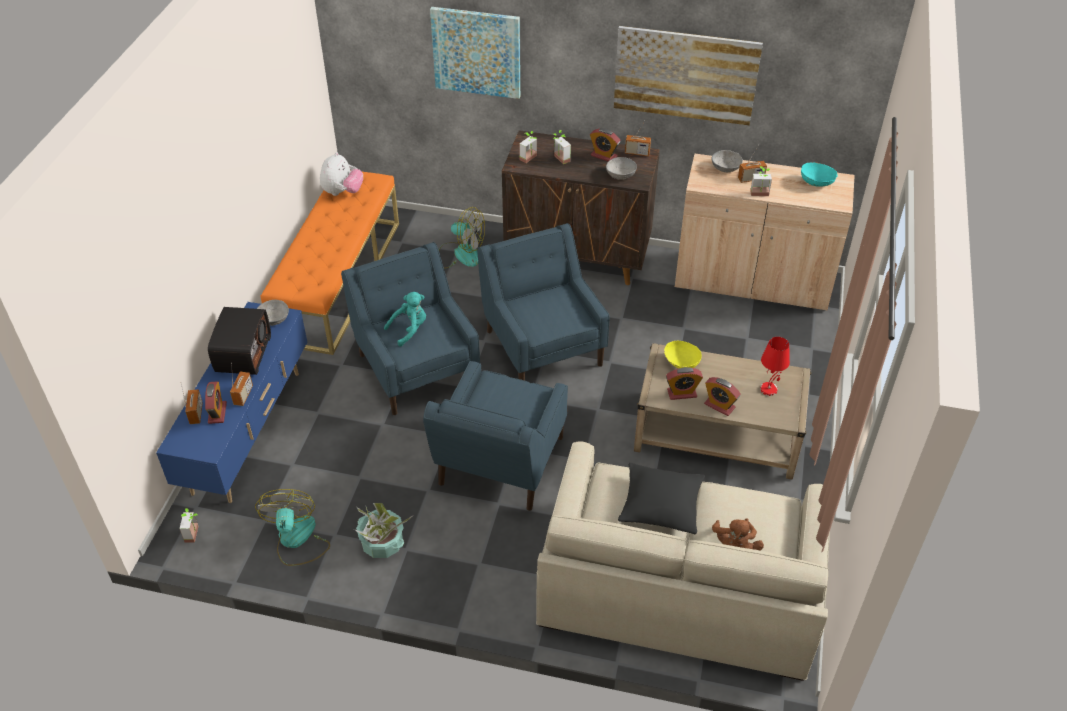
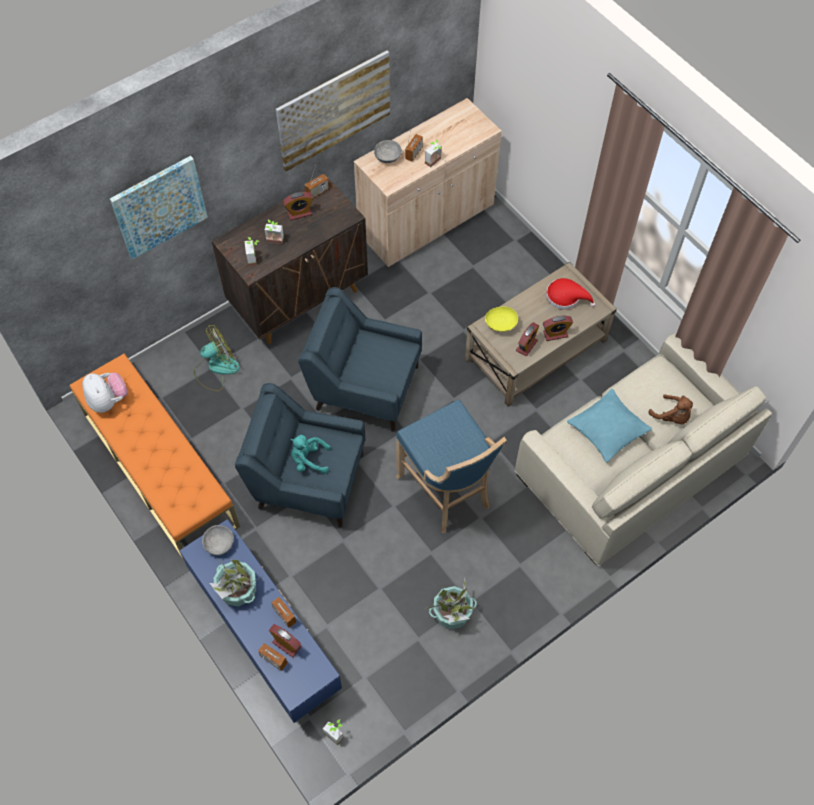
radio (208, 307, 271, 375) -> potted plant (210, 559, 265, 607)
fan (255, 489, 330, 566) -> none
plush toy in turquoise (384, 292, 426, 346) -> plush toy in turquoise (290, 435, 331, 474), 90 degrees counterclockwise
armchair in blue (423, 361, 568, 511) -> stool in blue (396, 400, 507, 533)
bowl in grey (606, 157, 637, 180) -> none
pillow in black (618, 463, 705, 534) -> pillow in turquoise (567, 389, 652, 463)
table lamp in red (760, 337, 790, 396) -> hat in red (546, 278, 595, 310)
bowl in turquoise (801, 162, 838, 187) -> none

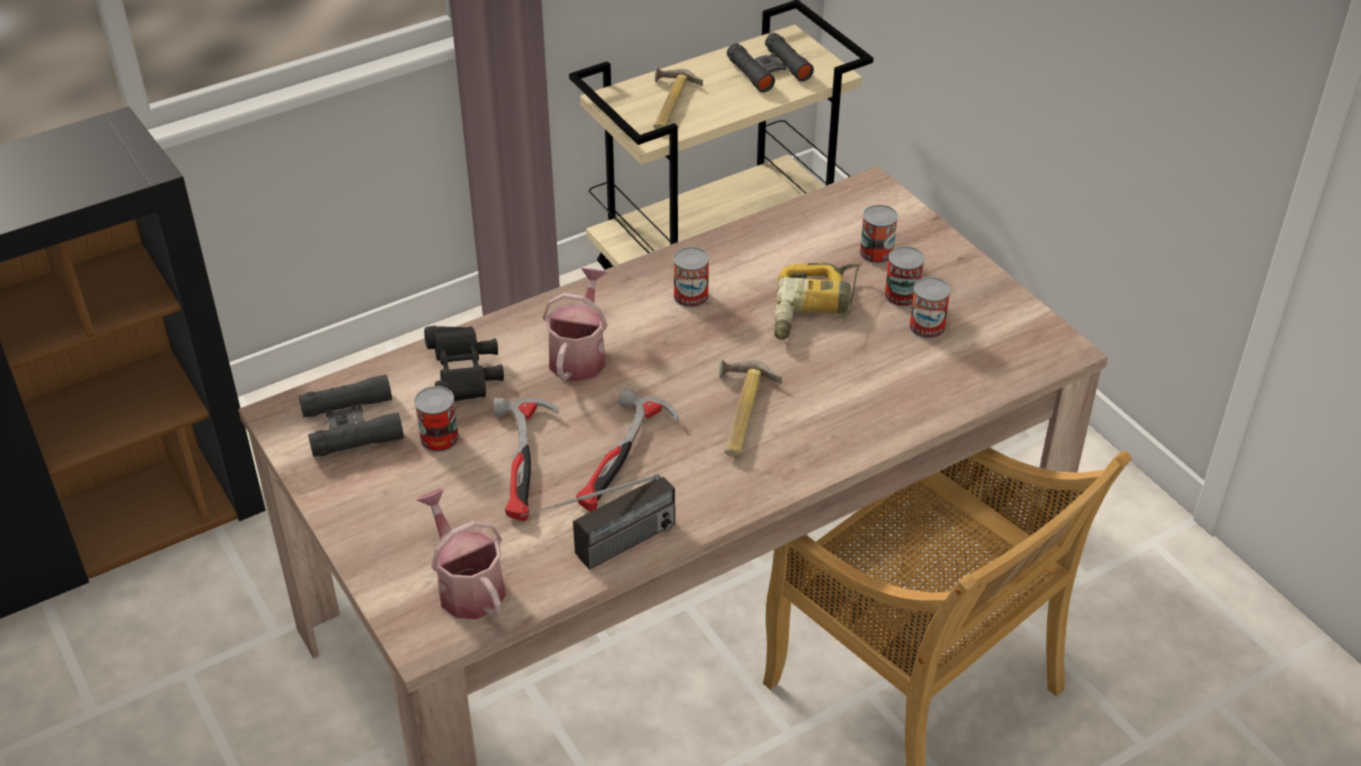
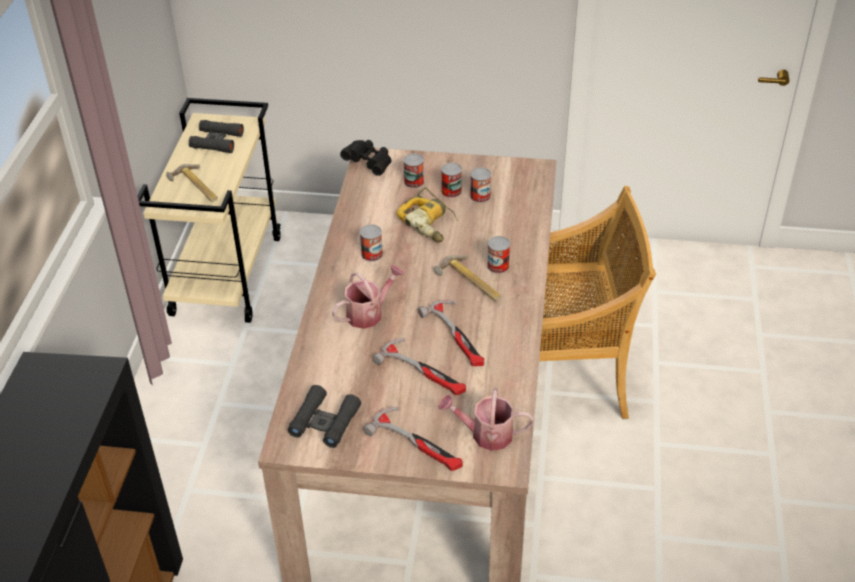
can (414, 386, 459, 452) -> can (487, 236, 510, 274), move
binoculars in black (424, 326, 504, 401) -> binoculars in black (340, 140, 392, 176), move
radio (521, 474, 676, 570) -> none
watering can (543, 268, 608, 382) -> watering can (332, 265, 405, 329), 90 degrees clockwise
none -> hammer (363, 406, 463, 471)

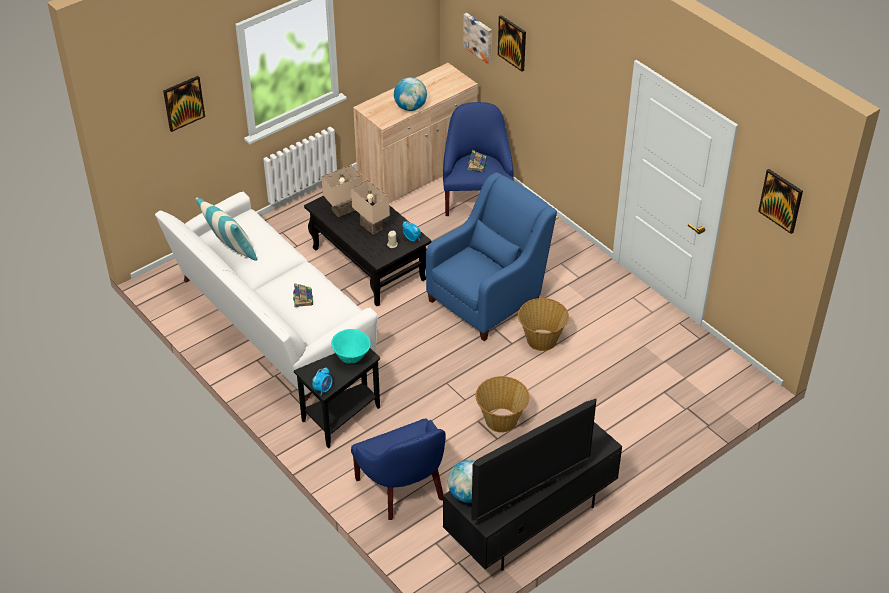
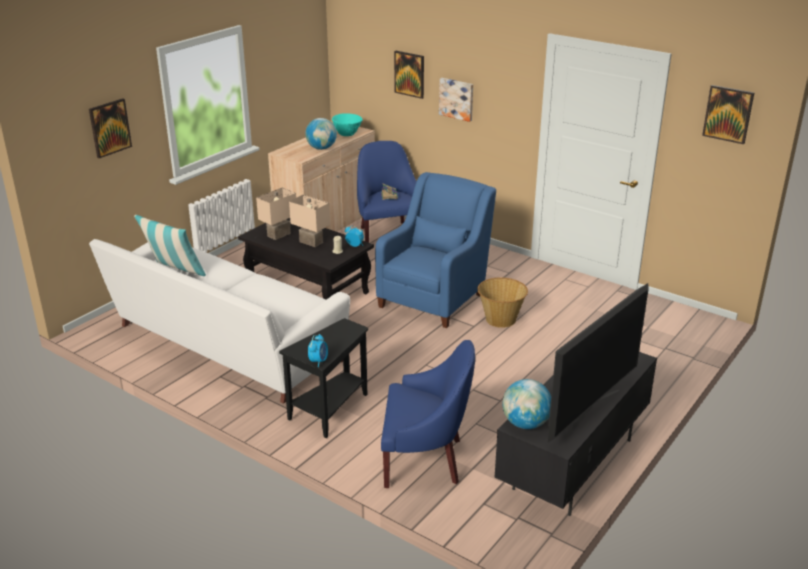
book (293, 283, 313, 307) -> none
bowl in turquoise (331, 329, 371, 364) -> bowl in turquoise (332, 113, 363, 136), move
armchair in blue (351, 419, 446, 520) -> armchair in blue (381, 340, 475, 488), 45 degrees counterclockwise
picture (463, 13, 492, 64) -> picture (439, 78, 473, 122), move
basket (476, 376, 529, 433) -> none

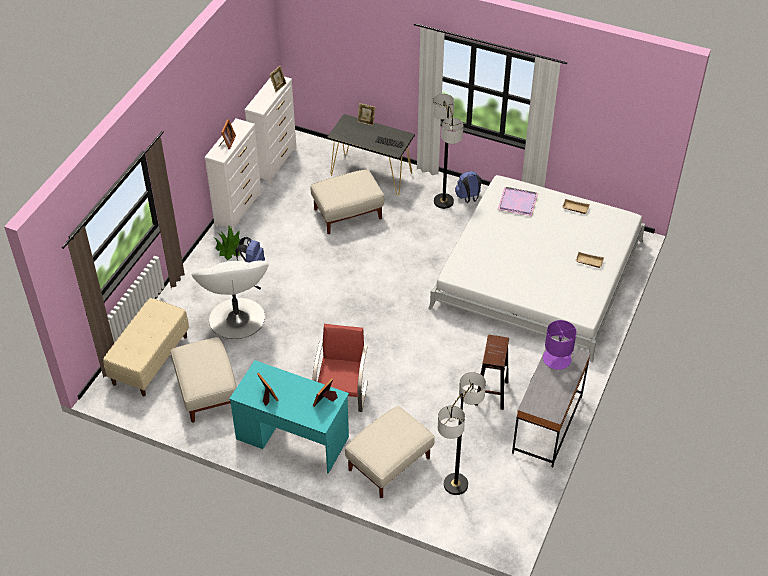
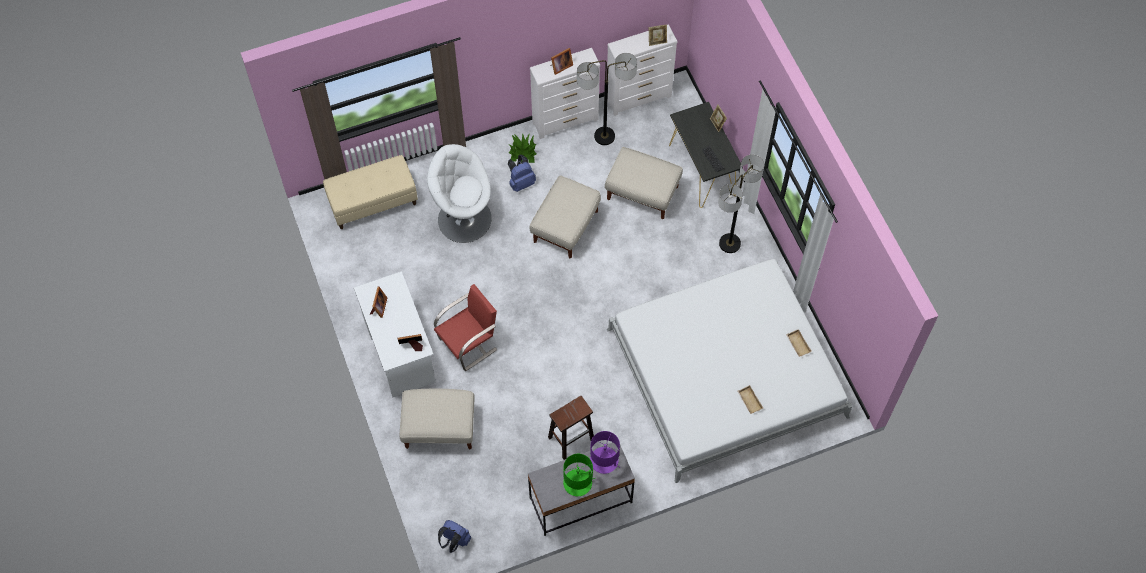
ottoman in beige (171, 337, 237, 423) -> ottoman in beige (530, 175, 601, 258), move
armchair in white (192, 261, 269, 339) -> armchair in white (427, 144, 492, 243), 75 degrees clockwise
desk in turquoise (229, 360, 349, 474) -> desk in white (354, 271, 436, 398)
floor lamp (438, 372, 486, 495) -> floor lamp (577, 53, 637, 145), move
backpack in blue (455, 171, 481, 203) -> backpack in blue (438, 520, 471, 553), move
tray in purple (497, 187, 538, 216) -> none
none -> table lamp in green (563, 454, 595, 496)

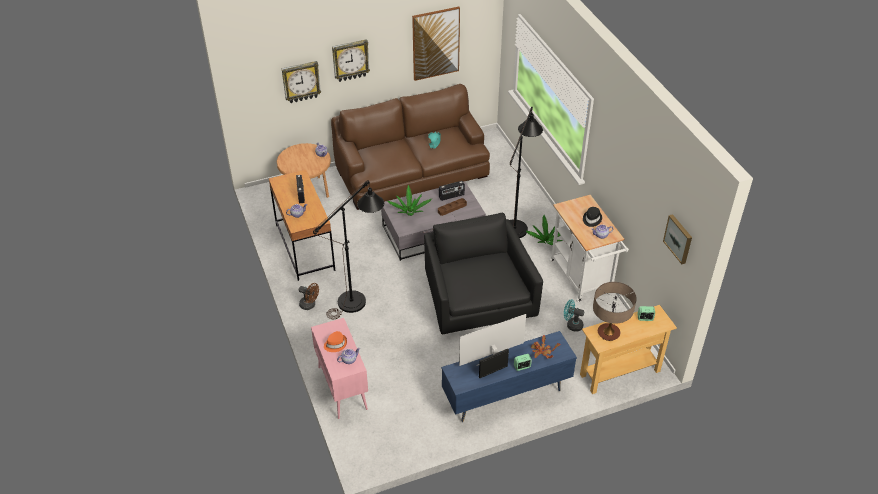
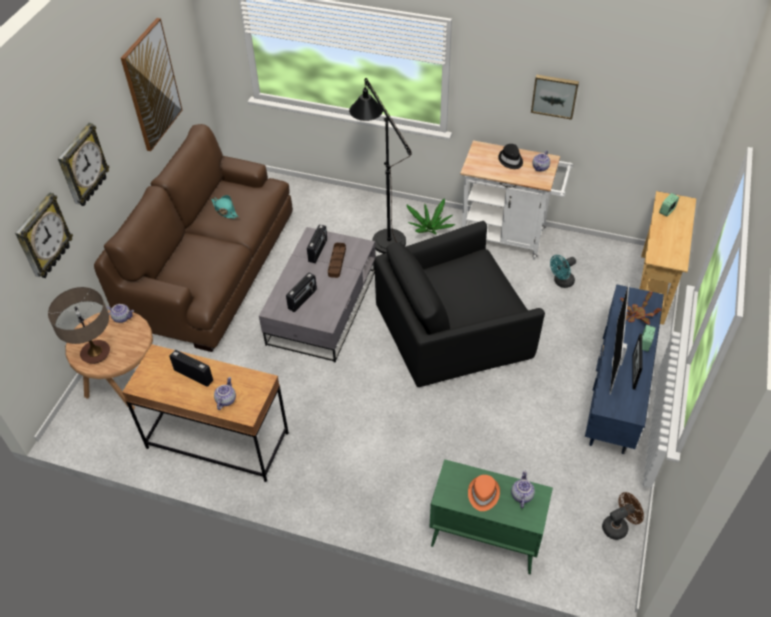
fan in brown (299, 283, 319, 310) -> fan in brown (602, 492, 644, 540), move
cabinet in pink (311, 318, 368, 419) -> cabinet in green (429, 459, 553, 574)
floor lamp in black (313, 180, 384, 319) -> none
potted plant (387, 185, 432, 216) -> radio (286, 273, 317, 312)
armchair in black (424, 213, 543, 335) -> armchair in black (374, 221, 545, 387), 45 degrees counterclockwise
table lamp (593, 282, 637, 341) -> table lamp (48, 287, 110, 364), move
picture (663, 214, 692, 264) -> picture (531, 75, 579, 120), move

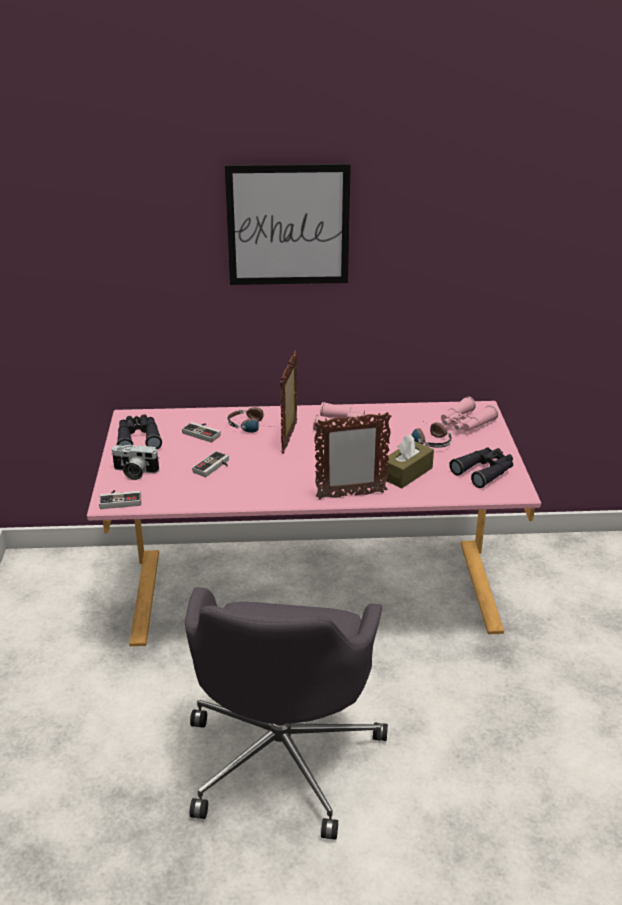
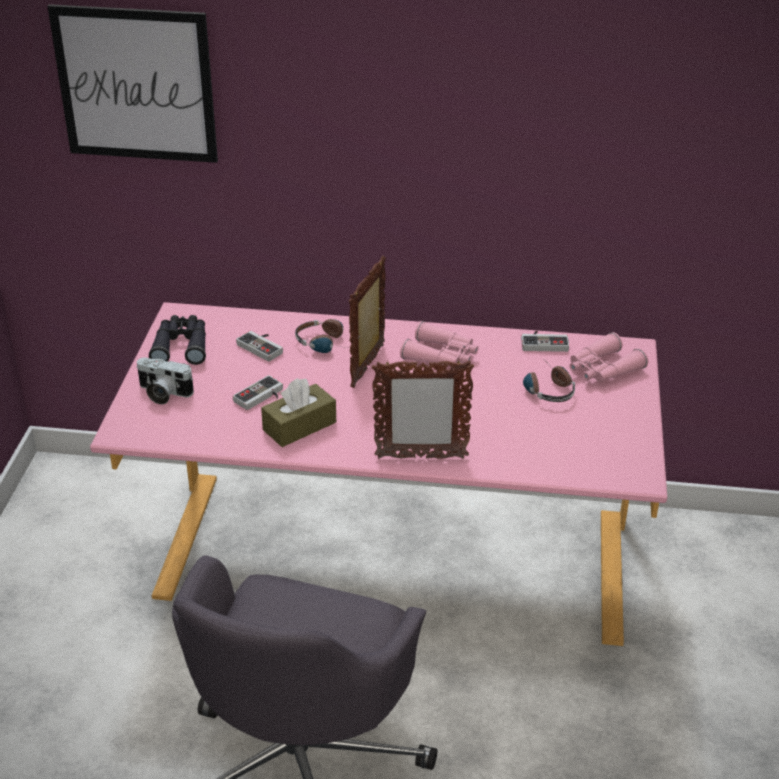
game controller (99, 490, 141, 509) -> game controller (521, 331, 569, 352), move
picture (225, 164, 351, 285) -> picture (47, 4, 218, 163), move
tissue box in brown (381, 435, 434, 488) -> tissue box in brown (261, 378, 336, 447), move
binoculars in black (449, 447, 513, 488) -> none

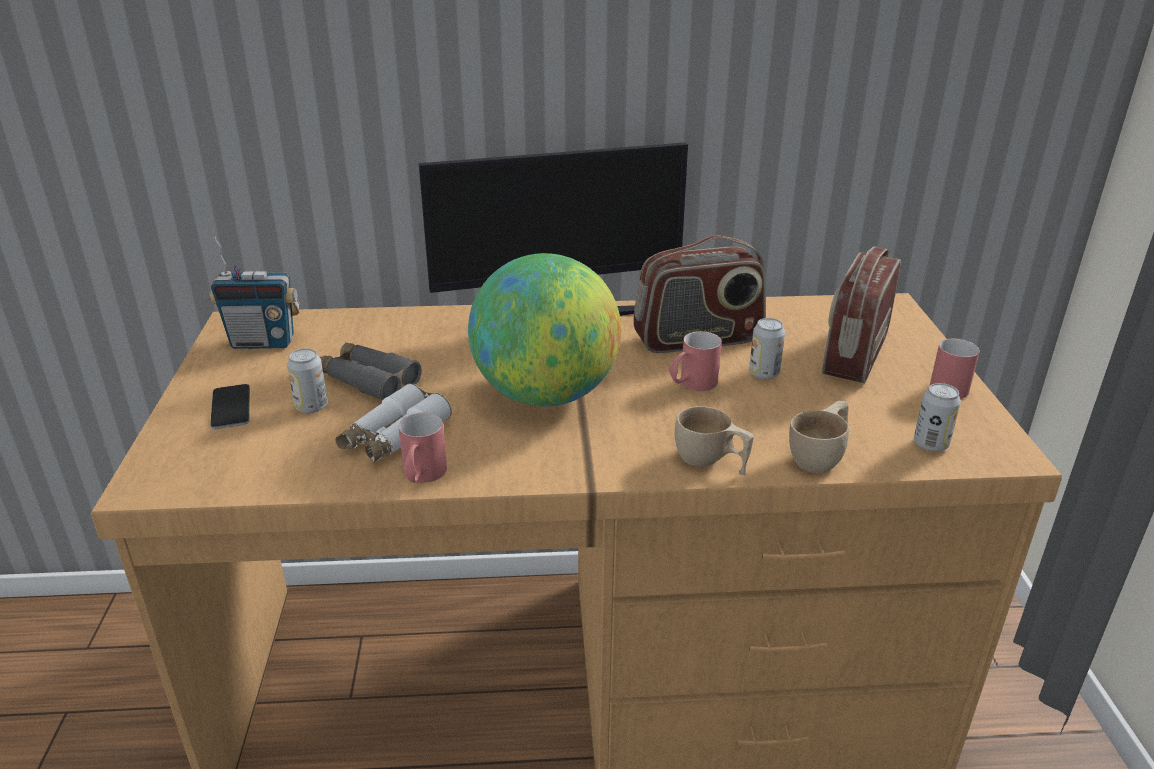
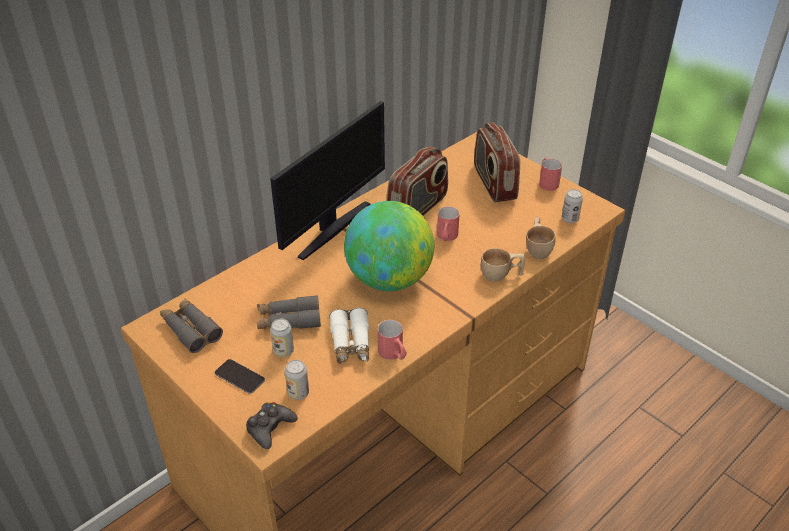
radio (209, 237, 300, 349) -> binoculars in grey (160, 299, 223, 353)
can (749, 318, 785, 380) -> can (285, 360, 309, 400), move
none -> game controller in black (246, 402, 298, 450)

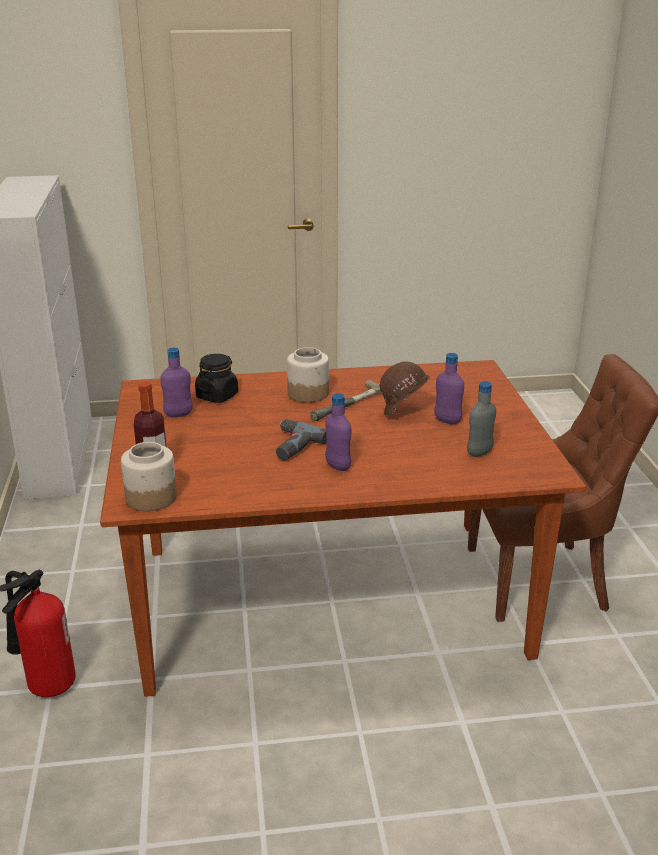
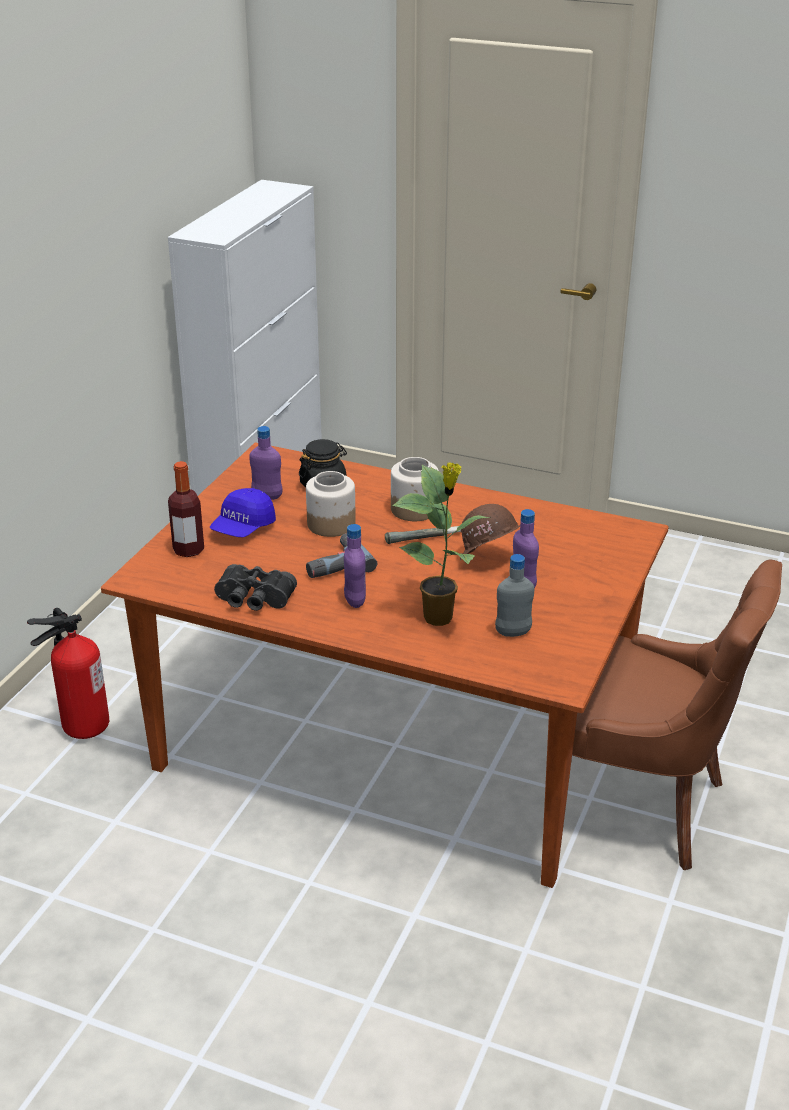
jar (121, 442, 177, 511) -> jar (306, 471, 356, 537), move
none -> cap in blue (210, 488, 276, 537)
none -> binoculars in black (214, 564, 297, 611)
none -> potted plant (392, 462, 490, 626)

